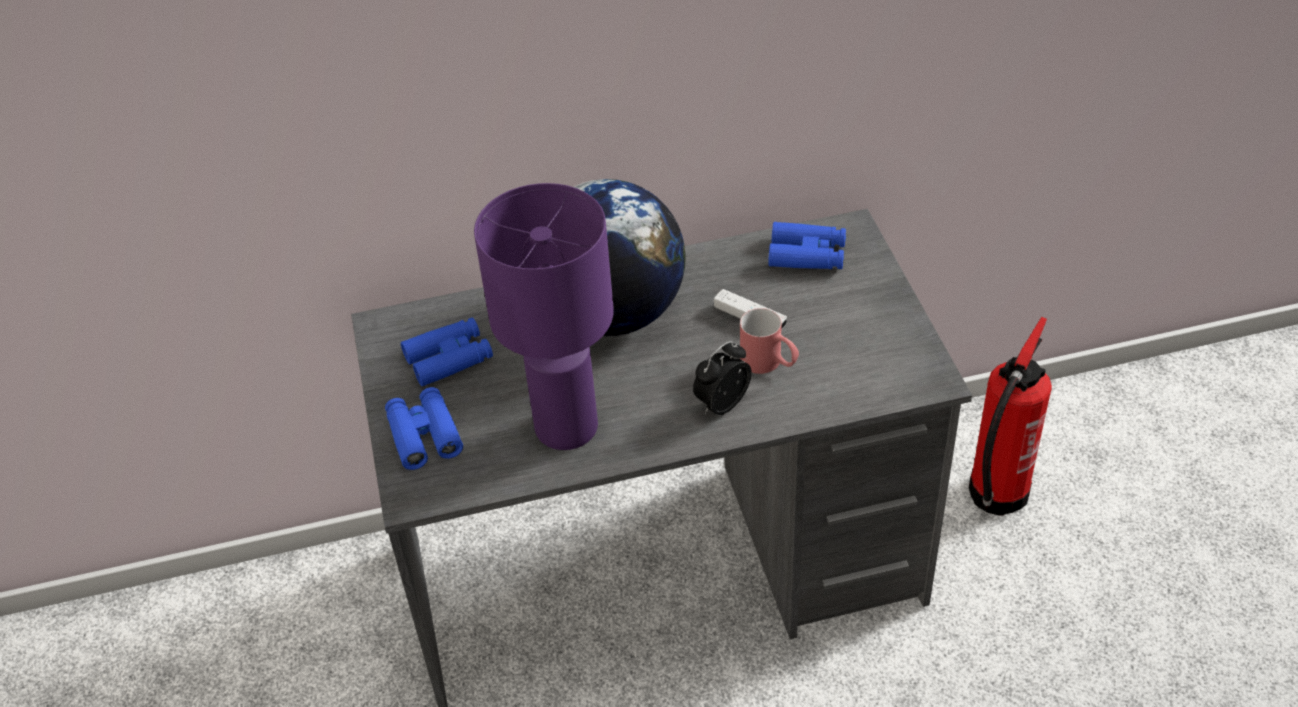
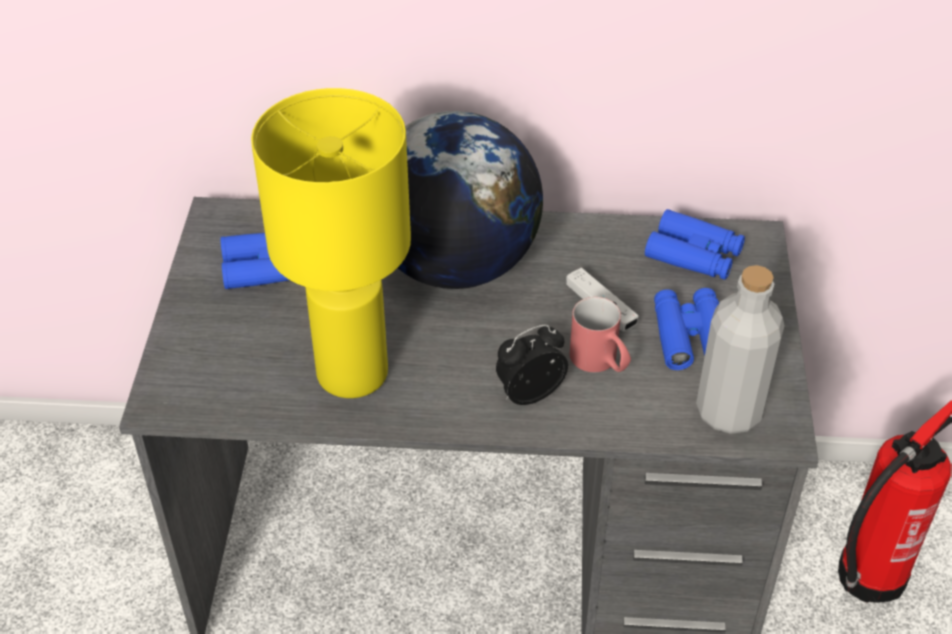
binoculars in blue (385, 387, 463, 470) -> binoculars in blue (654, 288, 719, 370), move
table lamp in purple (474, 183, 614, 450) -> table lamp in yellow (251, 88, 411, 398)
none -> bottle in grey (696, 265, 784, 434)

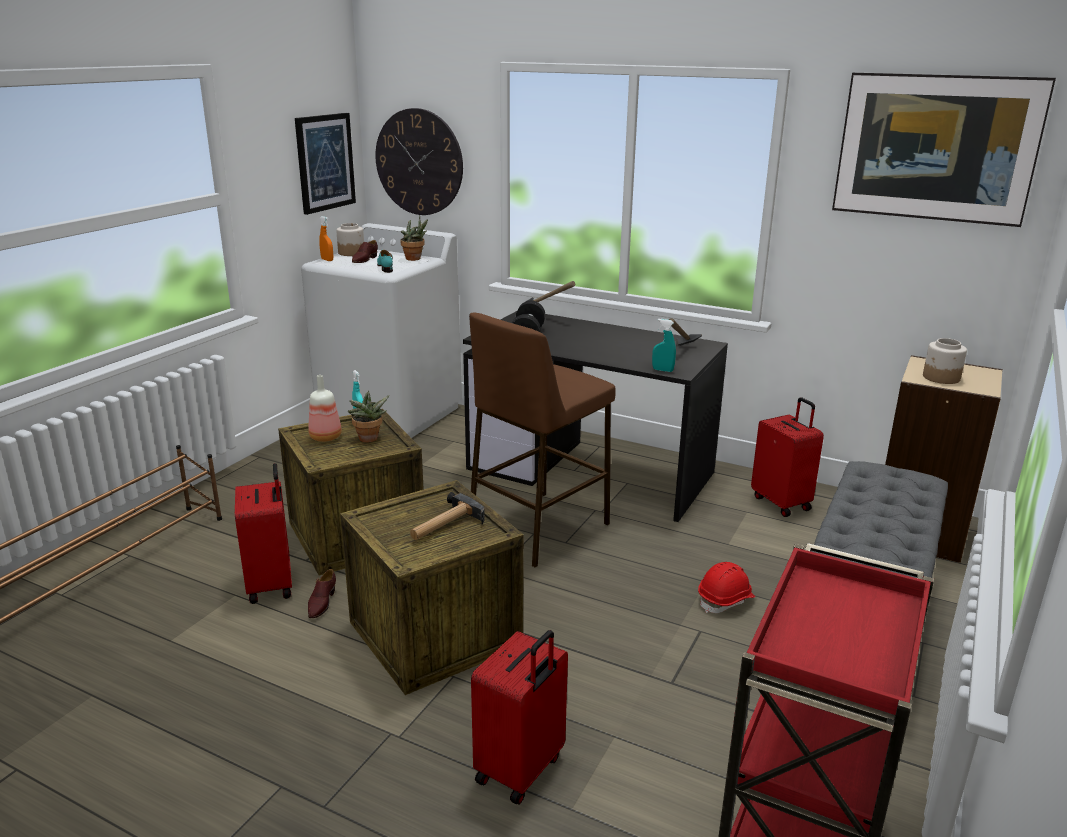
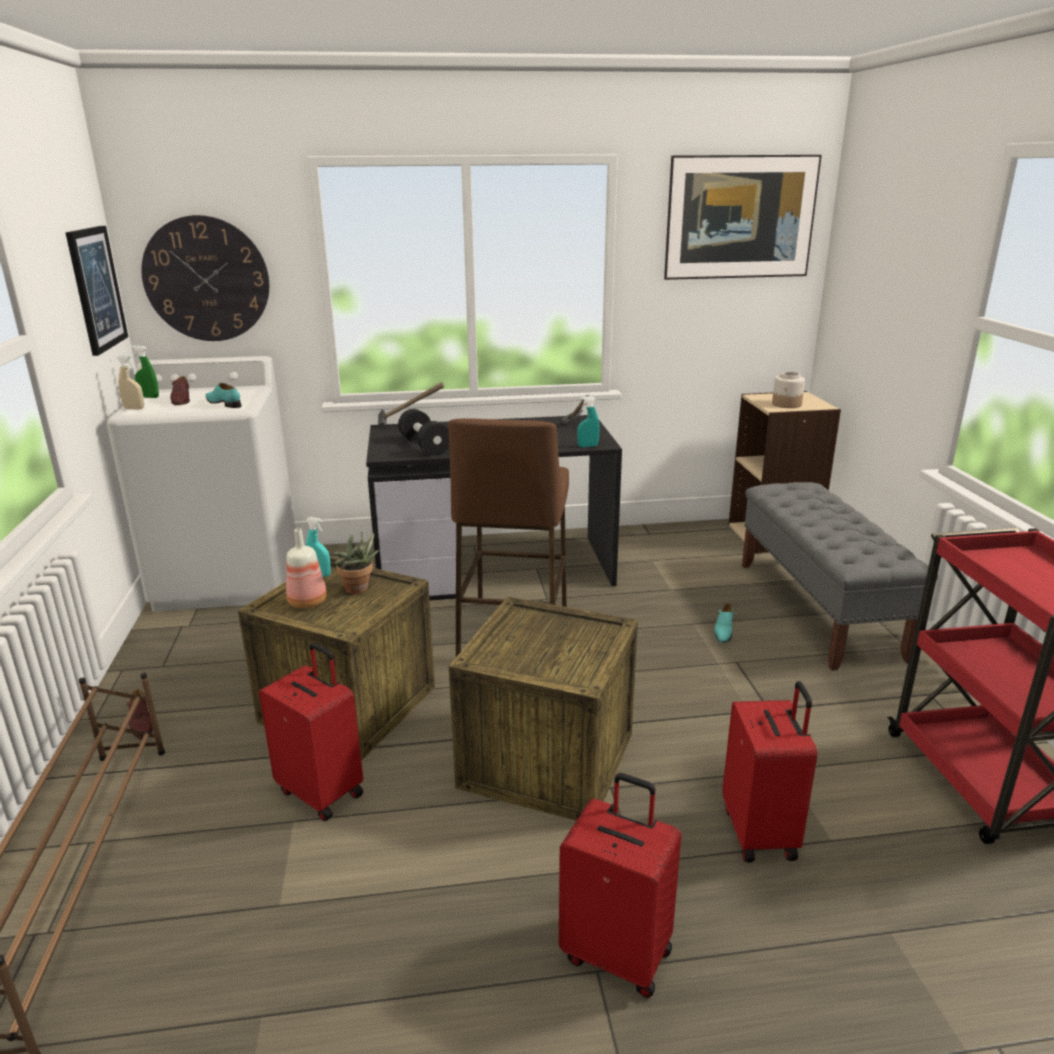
shoe in brown (308, 569, 336, 618) -> shoe in brown (127, 689, 153, 740), move
spray bottle in orange (319, 216, 333, 261) -> spray bottle in beige (117, 355, 144, 410)
jar (336, 223, 364, 256) -> spray bottle in green (131, 345, 159, 398)
potted plant (400, 215, 428, 261) -> none
hammer (410, 492, 485, 540) -> none
hard hat in red (698, 562, 755, 613) -> shoe in turquoise (714, 603, 733, 643)
suitcase in red (751, 397, 824, 517) -> suitcase in red (559, 773, 682, 998), move

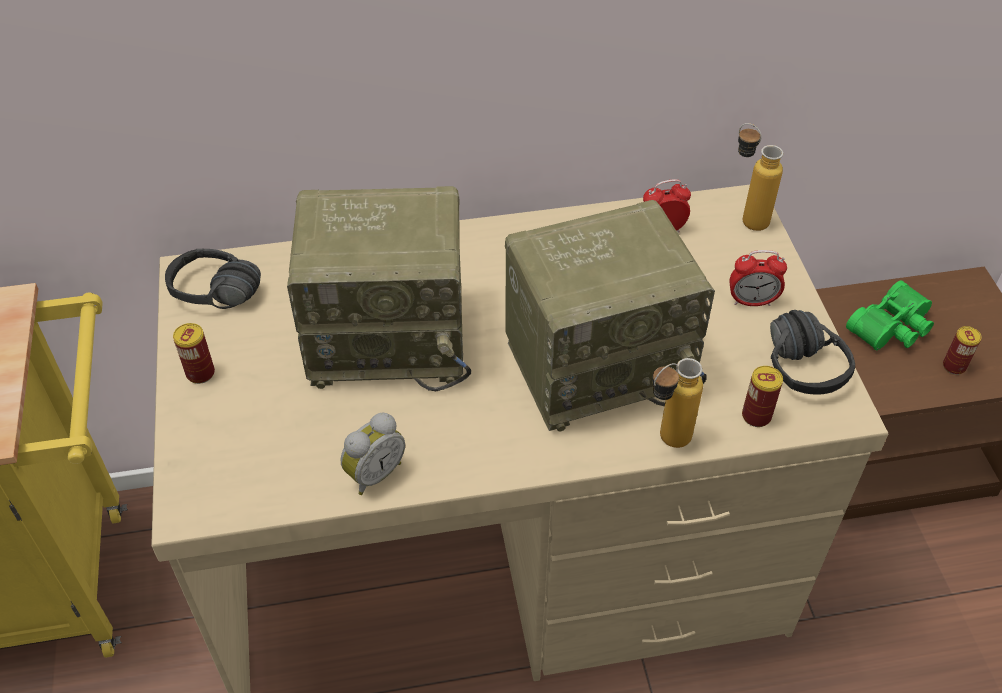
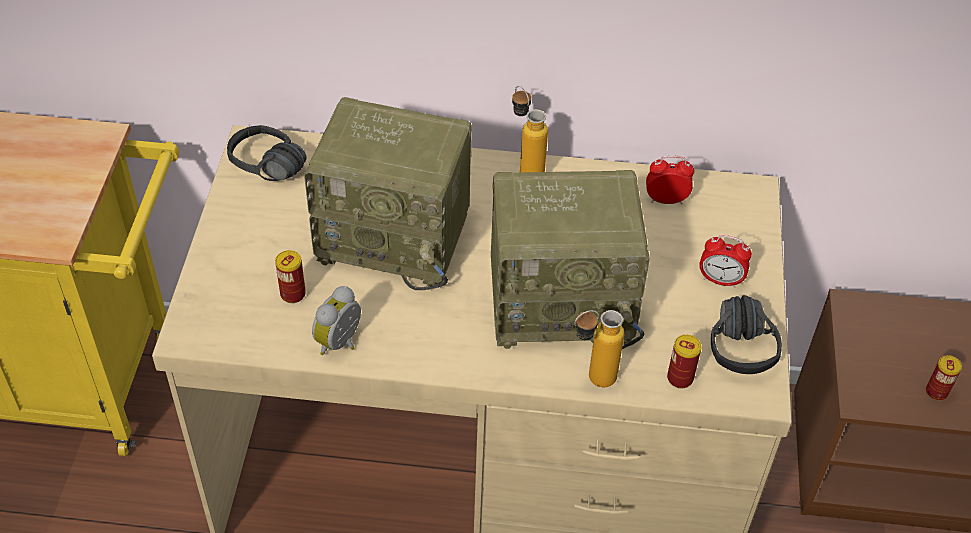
can (173, 323, 215, 384) -> can (275, 250, 306, 303), move
alarm clock (341, 413, 405, 495) -> alarm clock (312, 286, 361, 355), 150 degrees clockwise
bottle (738, 123, 783, 231) -> bottle (512, 86, 548, 172), move
binoculars in green (846, 280, 934, 350) -> none

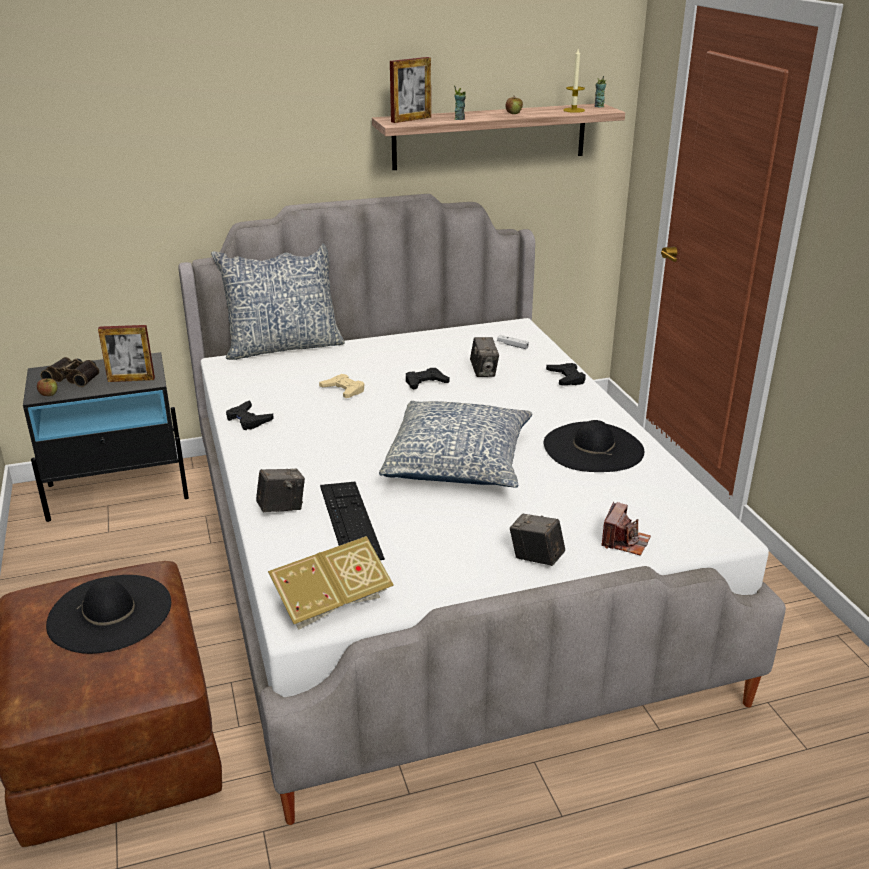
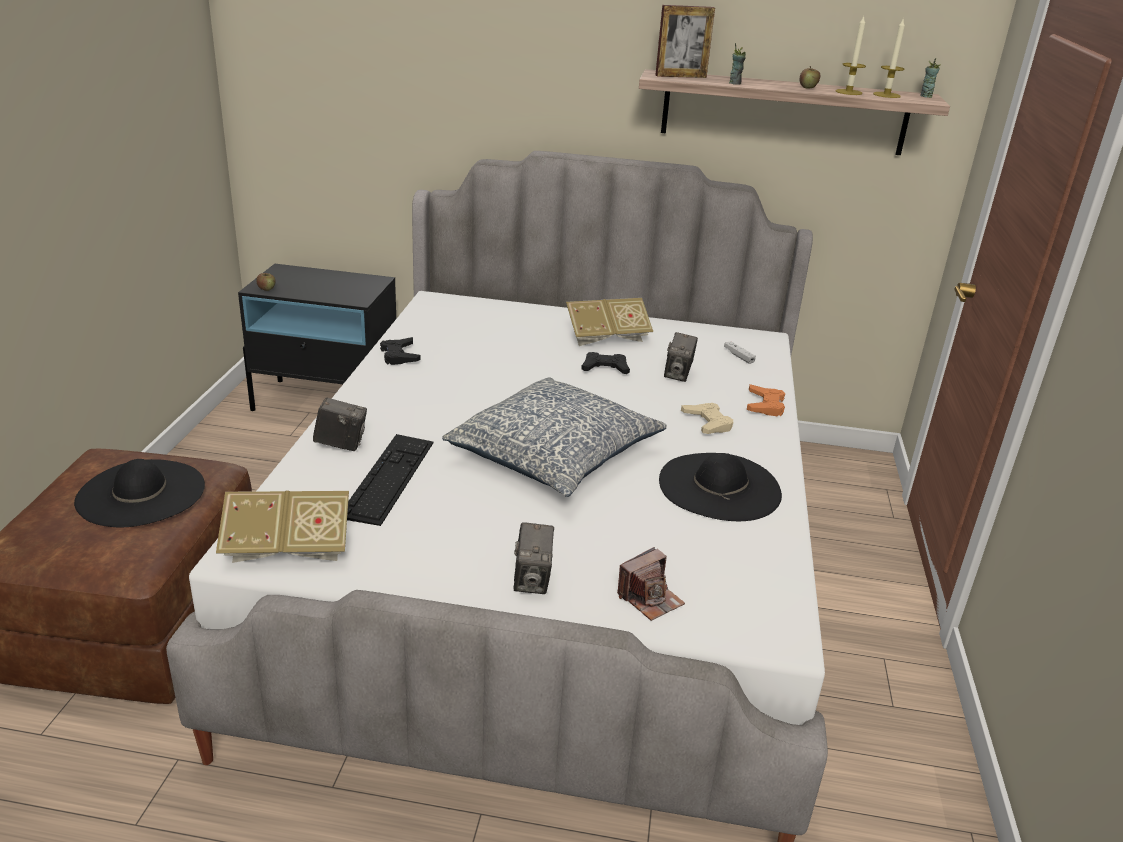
binoculars (40, 357, 99, 387) -> none
picture frame (98, 325, 155, 382) -> none
pillow (211, 244, 345, 360) -> none
game controller in beige (319, 374, 365, 398) -> game controller in beige (681, 403, 733, 434), move
photo camera (510, 513, 565, 566) -> photo camera (513, 522, 554, 594), 150 degrees counterclockwise
game controller in black (546, 363, 586, 385) -> game controller in orange (747, 384, 785, 416)
none -> book (566, 298, 653, 346)
none -> candle (835, 17, 866, 95)

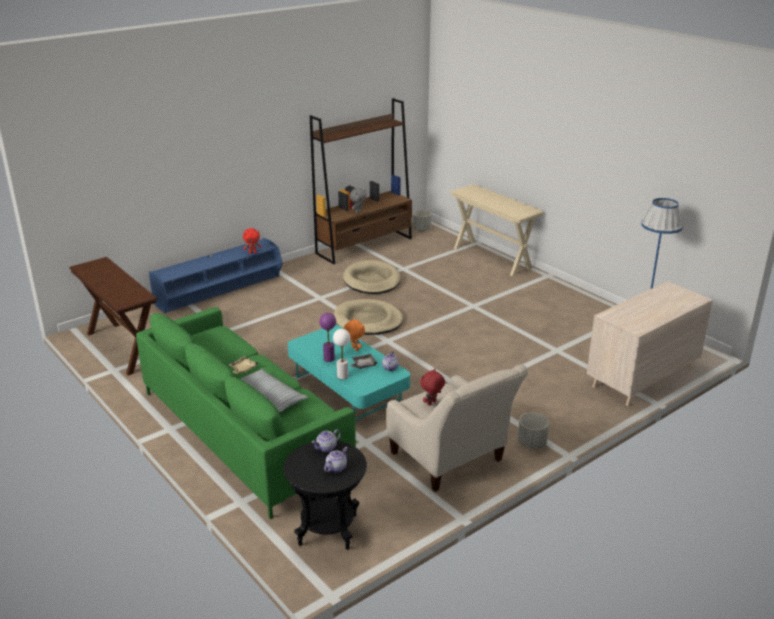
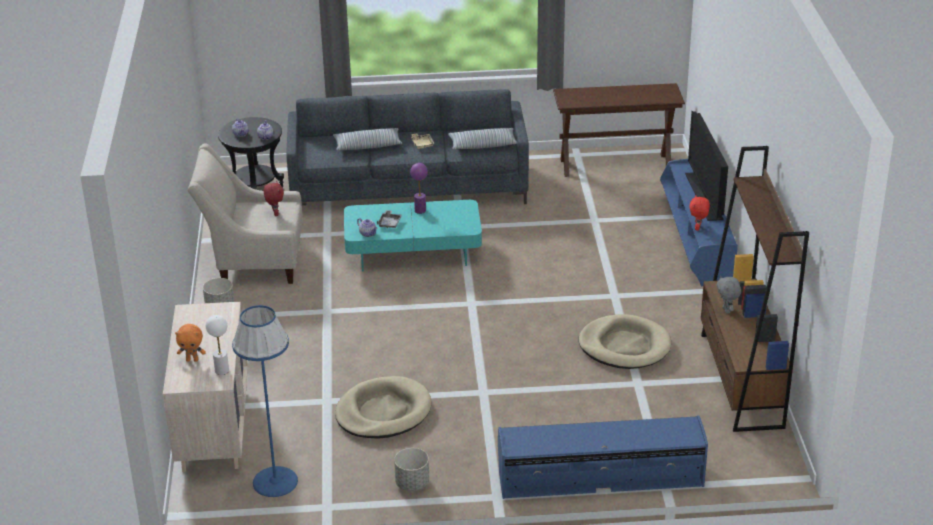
sofa in green (136, 307, 356, 519) -> sofa in grey (286, 89, 529, 205)
table lamp in white (333, 329, 350, 379) -> table lamp in white (206, 315, 229, 375), move
dog bed in beige (334, 299, 403, 335) -> dog bed in beige (335, 376, 432, 439), move
plush toy in orange (344, 318, 365, 351) -> plush toy in orange (175, 324, 206, 362), move
planter in grey (412, 210, 432, 231) -> planter in grey (394, 448, 429, 491), move
console table in beige (450, 184, 544, 276) -> tv stand in blue (498, 416, 708, 499)
none -> pillow (448, 128, 517, 149)
none -> television (685, 111, 728, 221)

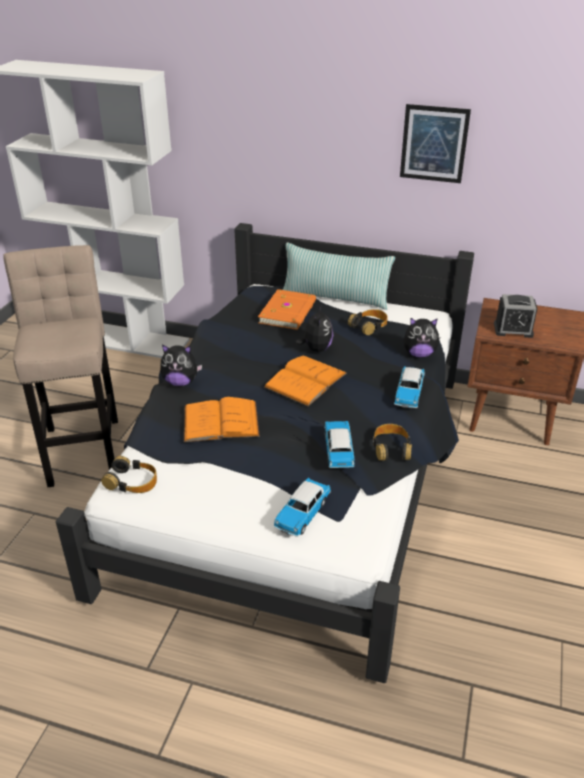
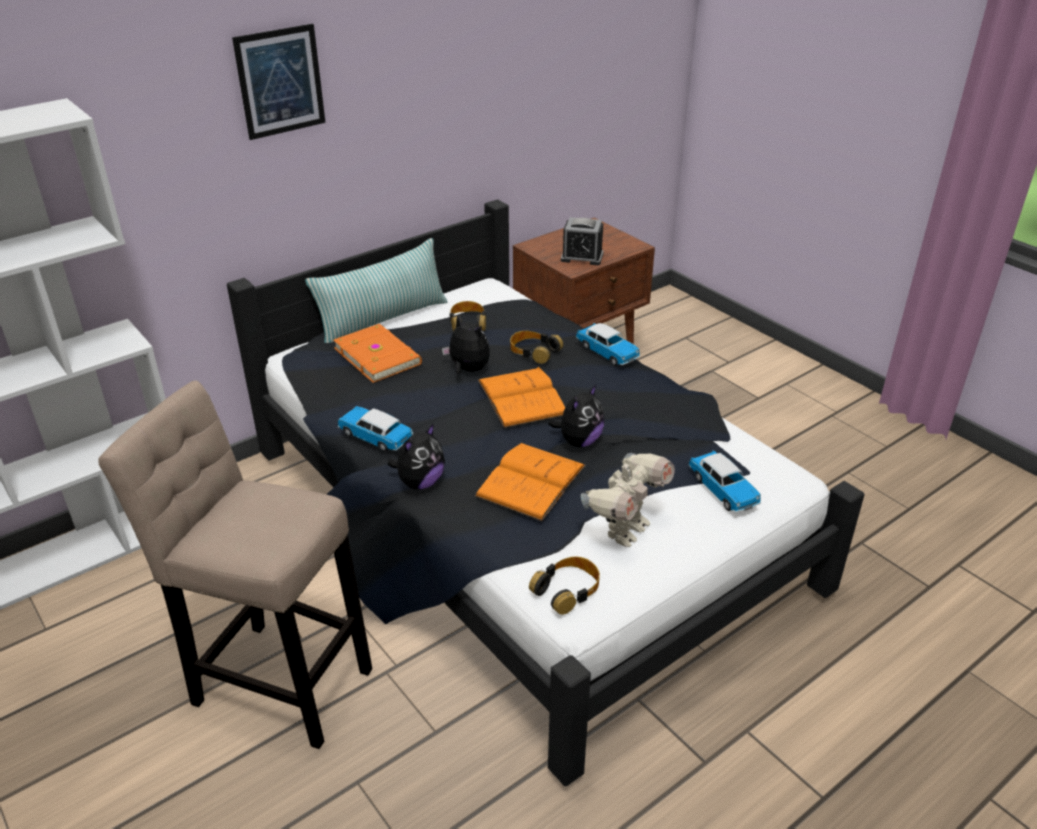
toy car (324, 421, 355, 468) -> toy car (337, 406, 413, 452), move
headphones (373, 424, 412, 461) -> headphones (510, 331, 563, 364), move
picture (400, 104, 471, 183) -> picture (232, 24, 326, 140), move
plush toy (404, 318, 440, 358) -> plush toy (548, 384, 605, 447), move
alarm clock (494, 294, 537, 338) -> alarm clock (561, 217, 604, 265), 60 degrees clockwise
none -> toy robot (581, 453, 675, 547)

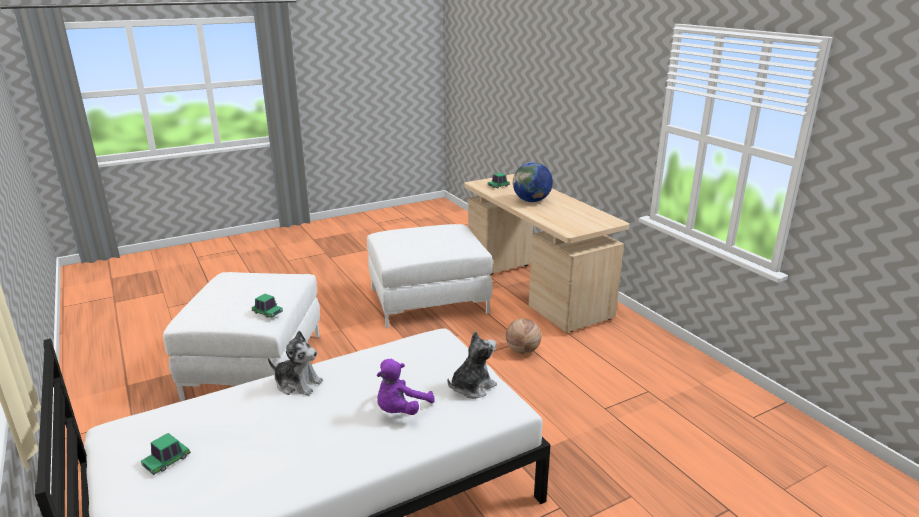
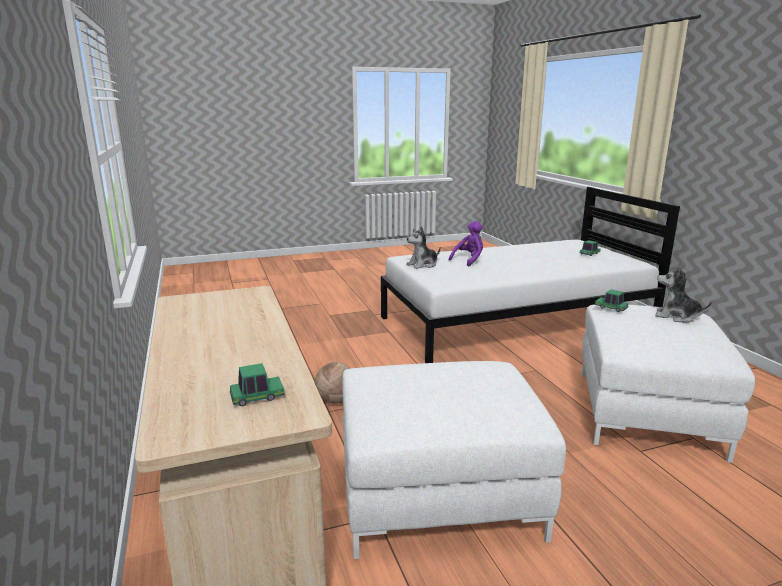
plush toy (268, 331, 323, 396) -> plush toy (655, 266, 712, 323), move
globe (513, 162, 553, 202) -> none

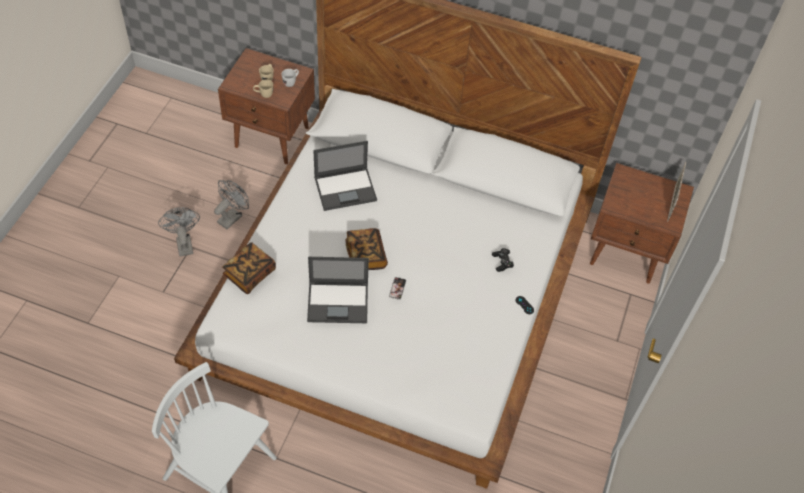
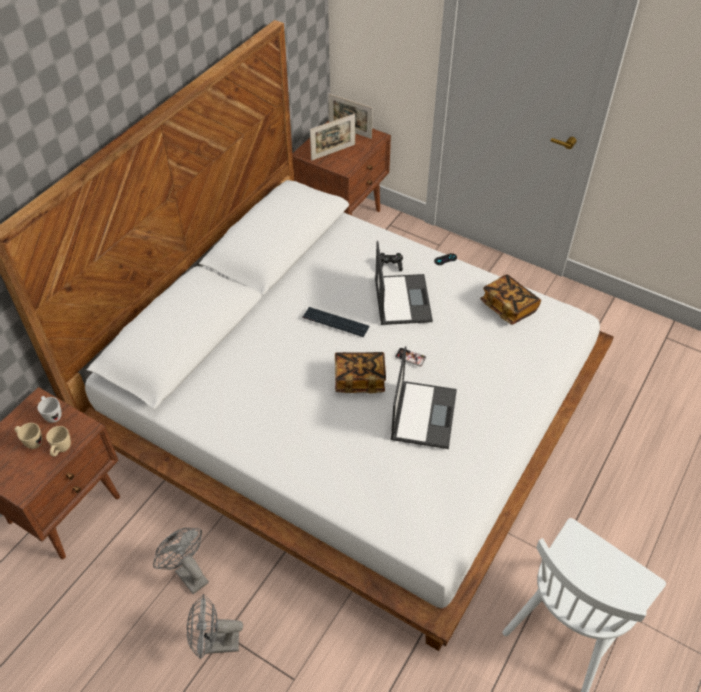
book (222, 242, 276, 294) -> book (480, 274, 541, 325), move
laptop (313, 141, 377, 211) -> laptop (375, 241, 433, 325), move
none -> keyboard (302, 307, 369, 337)
none -> picture frame (310, 114, 355, 161)

